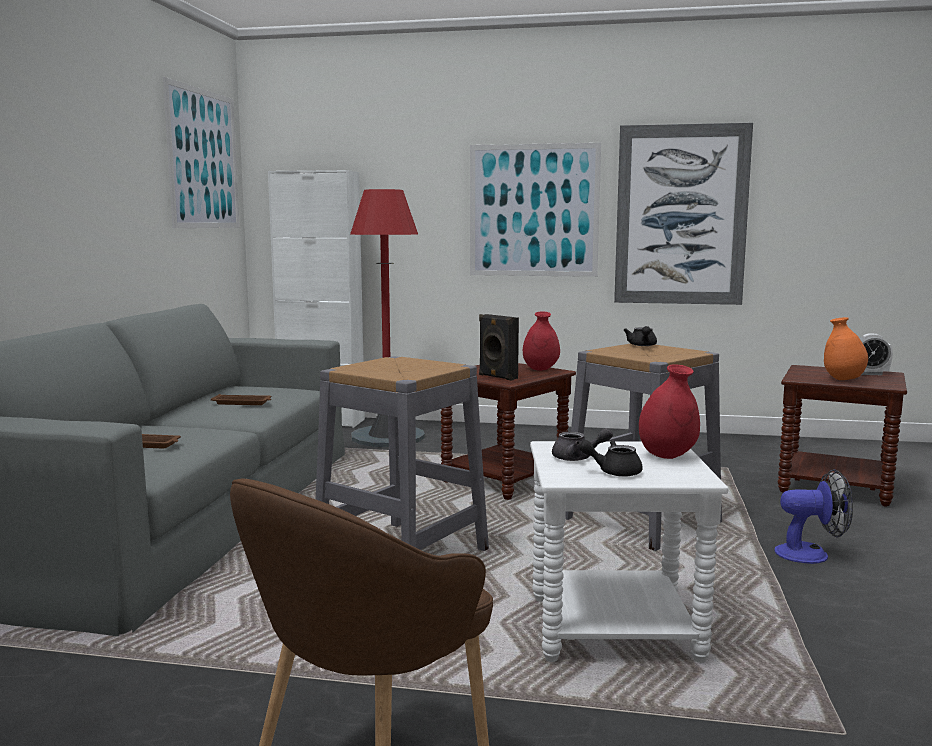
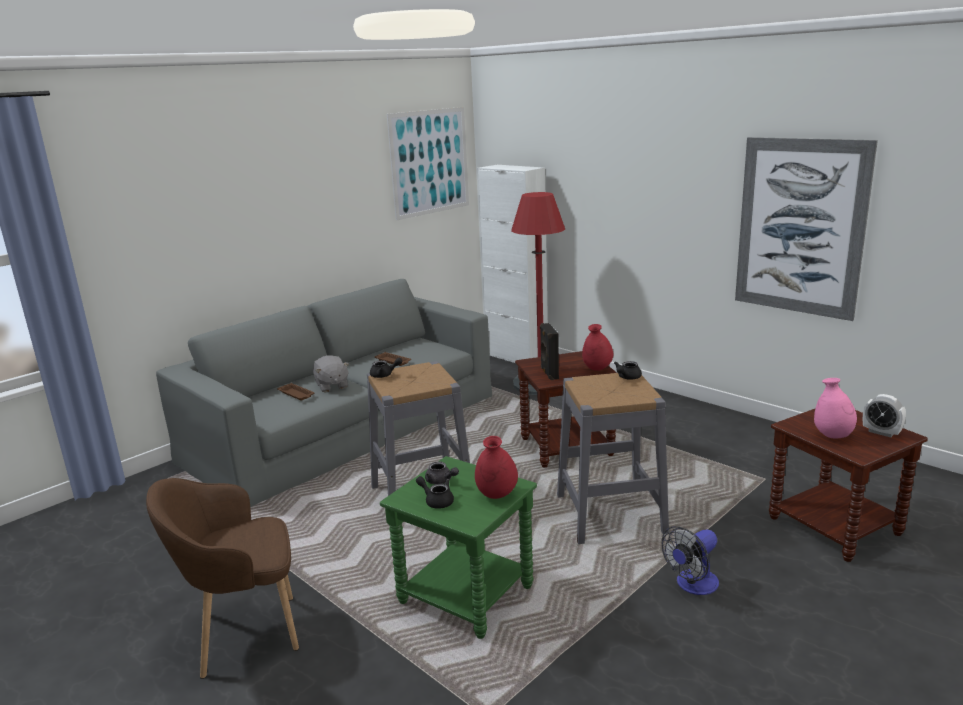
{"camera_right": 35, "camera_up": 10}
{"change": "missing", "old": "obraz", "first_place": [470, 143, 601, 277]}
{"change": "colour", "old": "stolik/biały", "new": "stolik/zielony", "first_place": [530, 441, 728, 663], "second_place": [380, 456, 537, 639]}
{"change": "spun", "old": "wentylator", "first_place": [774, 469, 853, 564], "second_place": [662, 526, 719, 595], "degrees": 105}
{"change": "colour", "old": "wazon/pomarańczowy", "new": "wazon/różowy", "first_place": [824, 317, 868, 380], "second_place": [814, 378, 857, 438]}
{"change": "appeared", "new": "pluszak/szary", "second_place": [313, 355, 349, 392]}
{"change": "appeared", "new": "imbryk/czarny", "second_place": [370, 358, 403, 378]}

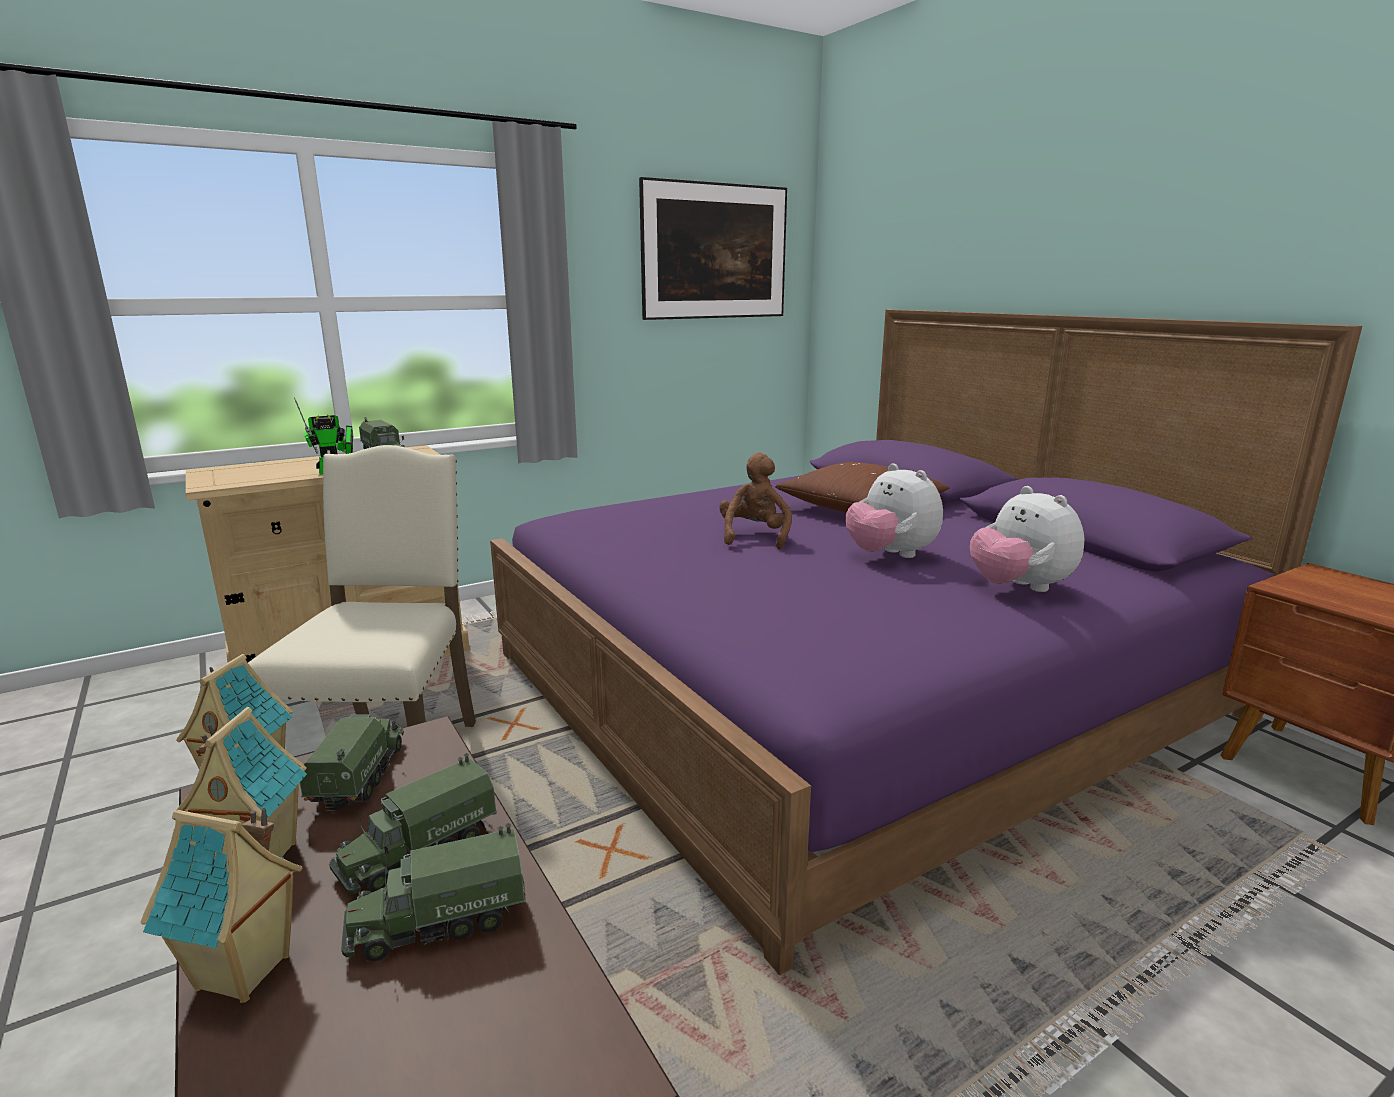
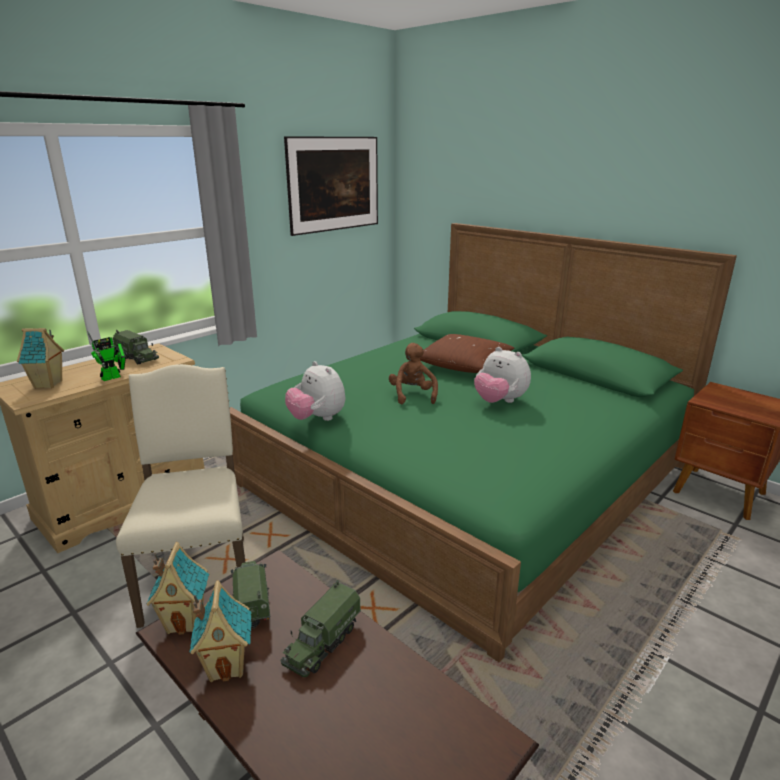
{"camera_right": -15, "camera_up": 5}
{"change": "relocated", "old": "domek", "first_place": [140, 807, 302, 1003], "second_place": [17, 328, 64, 388]}
{"change": "missing", "old": "ciężarówka zabawkowa", "first_place": [341, 823, 526, 962]}
{"change": "colour", "old": "łóżko/fioletowy", "new": "łóżko/zielony", "first_place": [490, 309, 1362, 975], "second_place": [230, 223, 737, 662]}
{"change": "relocated", "old": "pluszak", "first_place": [970, 486, 1085, 592], "second_place": [285, 361, 345, 421]}

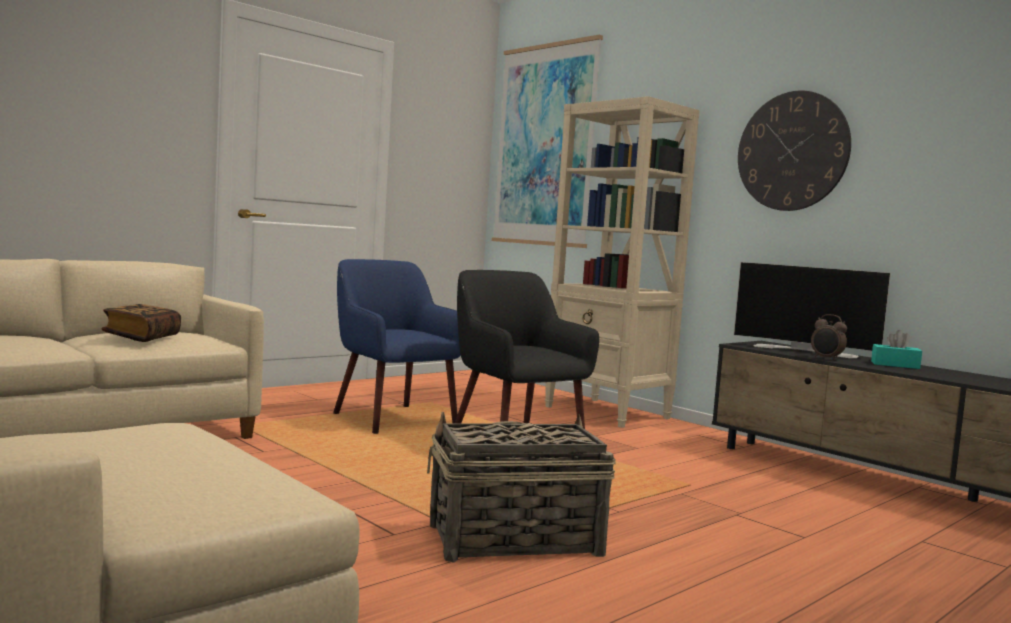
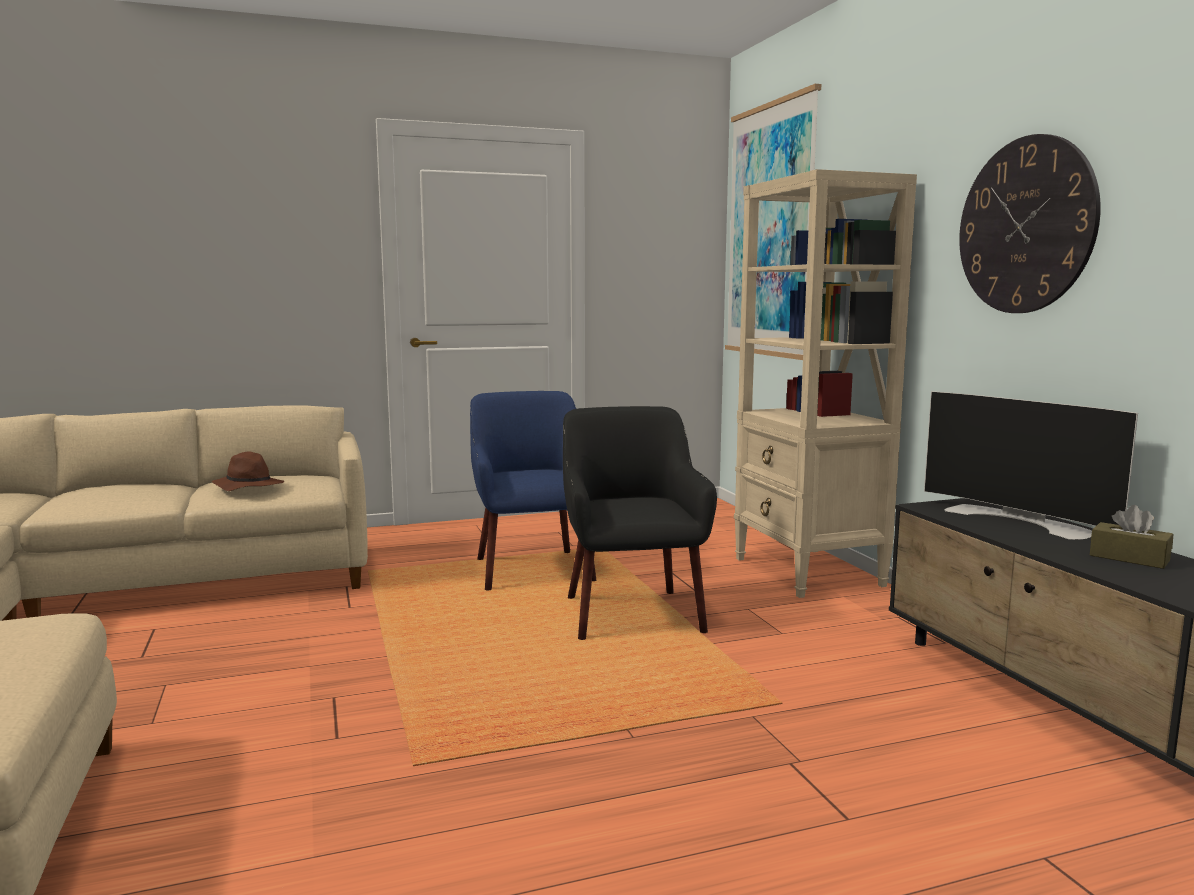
{"camera_right": 25, "camera_up": 5}
{"change": "exchanged", "old": "książka", "new": "kapelusz/brązowy", "first_place": [102, 304, 181, 342], "second_place": [212, 452, 284, 491]}
{"change": "missing", "old": "koszyk", "first_place": [427, 412, 616, 563]}
{"change": "missing", "old": "budzik", "first_place": [811, 314, 847, 361]}
{"change": "colour", "old": "pudełko chusteczek/turkusowy", "new": "pudełko chusteczek/brązowy", "first_place": [871, 330, 922, 369], "second_place": [1090, 505, 1173, 569]}

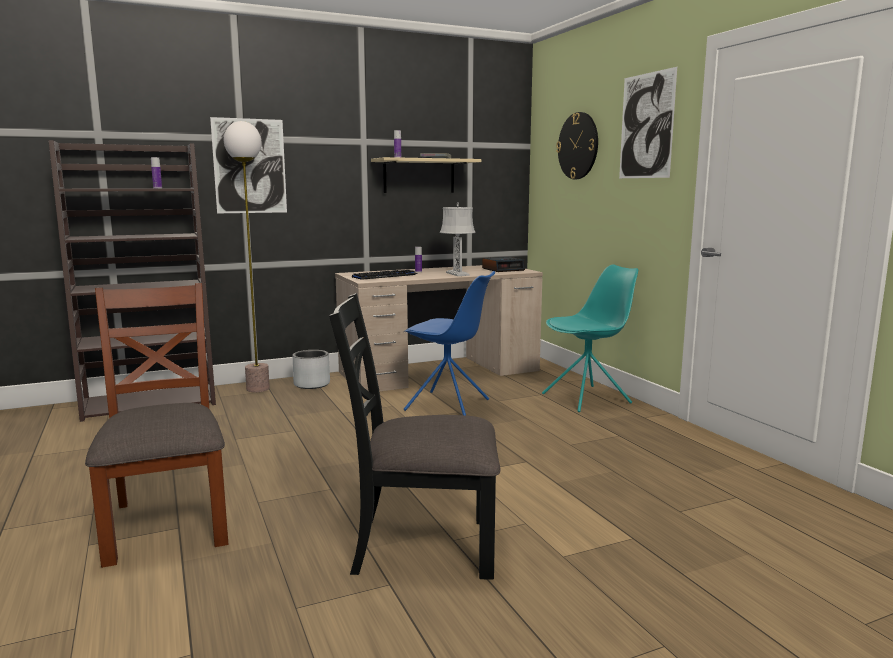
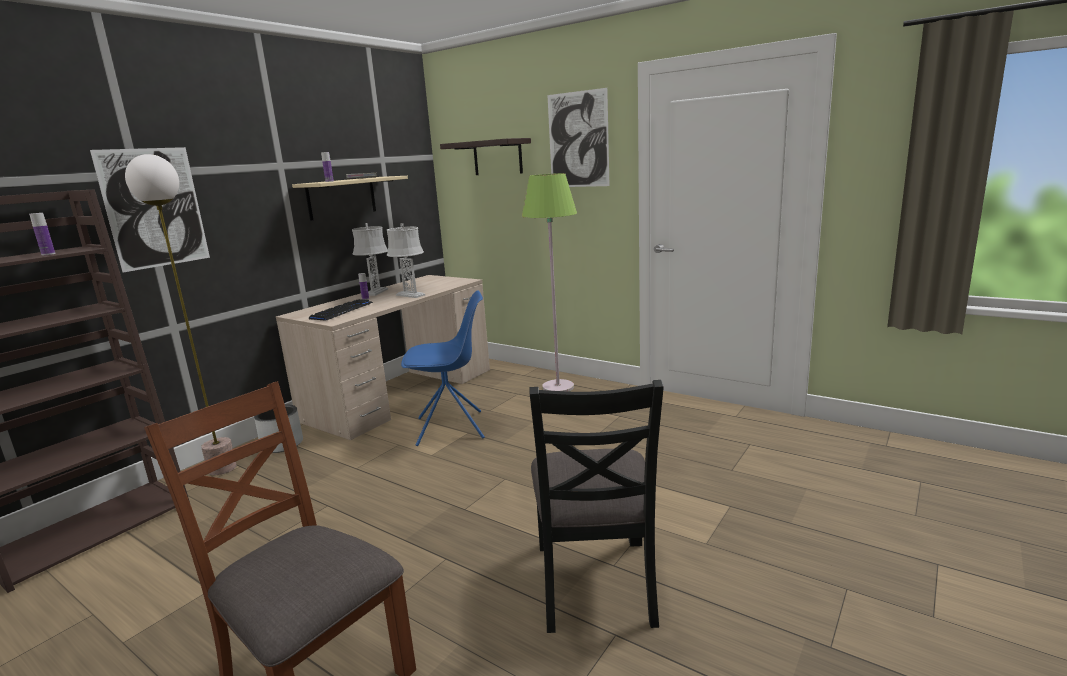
{"camera_right": -30, "camera_up": 5}
{"change": "spun", "old": "krzesło/czarny", "first_place": [329, 293, 500, 579], "second_place": [529, 380, 664, 633], "degrees": -60}
{"change": "missing", "old": "budzik", "first_place": [482, 257, 525, 272]}
{"change": "exchanged", "old": "krzesło/turkusowy", "new": "lampa stojąca/zielony", "first_place": [542, 264, 638, 412], "second_place": [522, 173, 577, 392]}
{"change": "exchanged", "old": "zegar ścienny", "new": "półka", "first_place": [556, 112, 598, 179], "second_place": [440, 138, 531, 175]}
{"change": "appeared", "new": "lampa stołowa/szary", "second_place": [352, 223, 388, 296]}

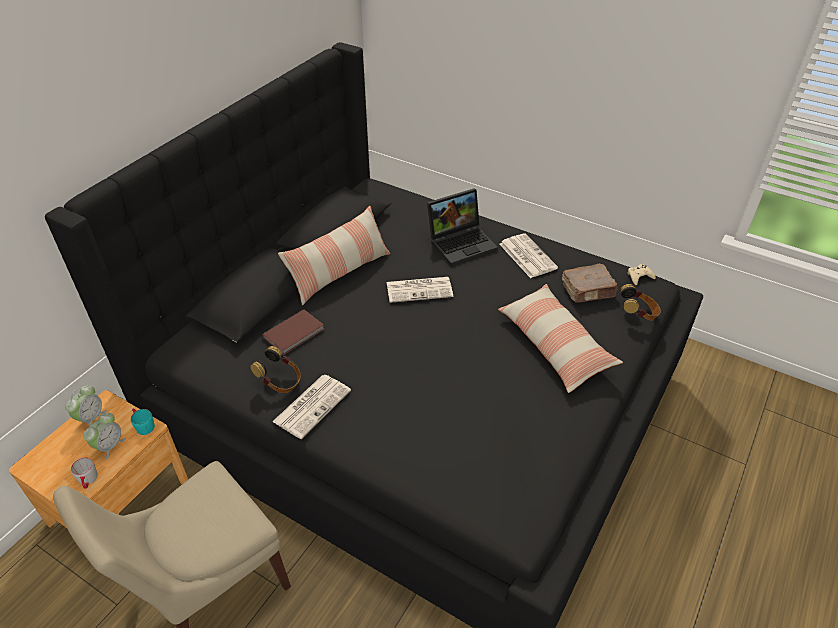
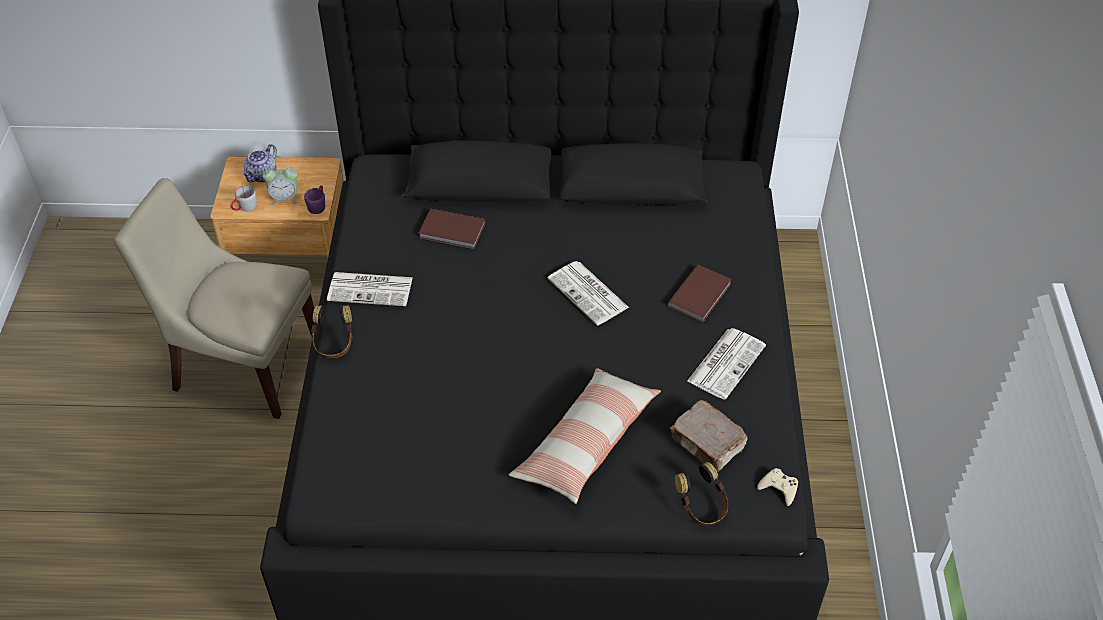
{"camera_right": 60, "camera_up": 5}
{"change": "missing", "old": "budzik", "first_place": [65, 385, 107, 428]}
{"change": "colour", "old": "kubek/turkusowy", "new": "kubek/fioletowy", "first_place": [131, 409, 155, 435], "second_place": [304, 185, 325, 214]}
{"change": "relocated", "old": "słuchawki", "first_place": [250, 346, 301, 393], "second_place": [311, 305, 353, 358]}
{"change": "missing", "old": "poduszka", "first_place": [278, 206, 390, 305]}
{"change": "exchanged", "old": "laptop", "new": "książka/brązowy", "first_place": [427, 188, 498, 266], "second_place": [668, 265, 732, 322]}
{"change": "appeared", "new": "imbryk", "second_place": [241, 144, 277, 182]}

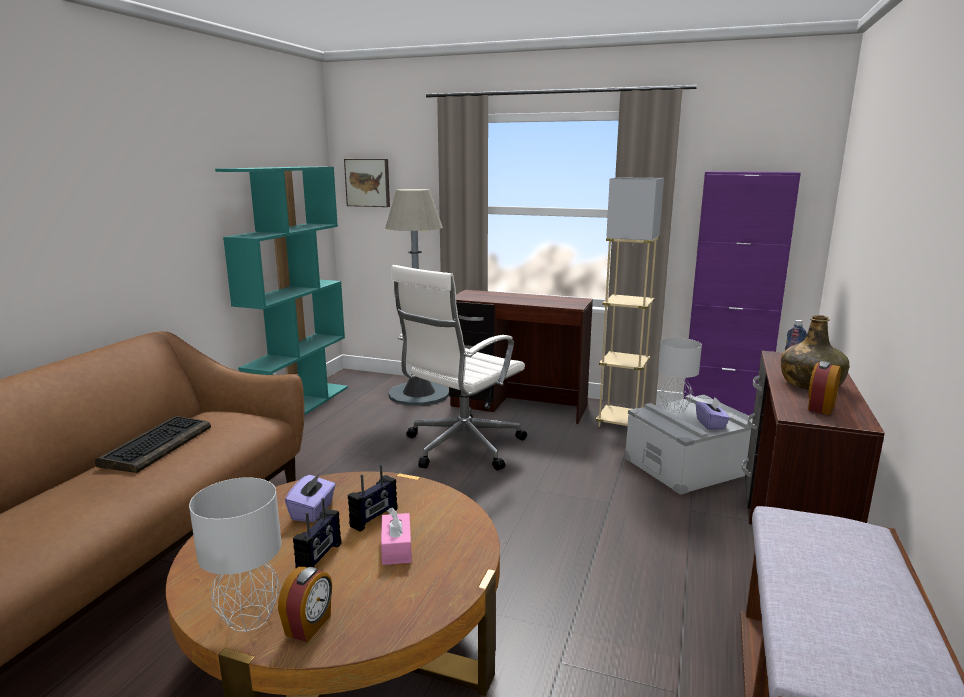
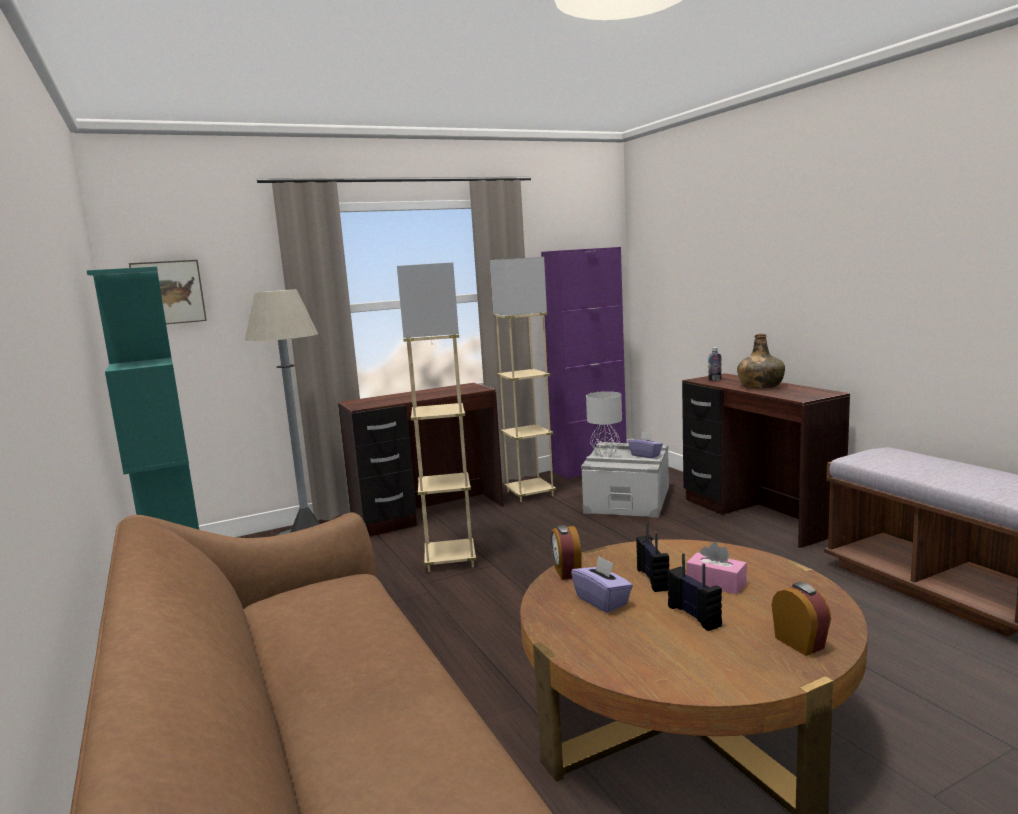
{"camera_right": -45, "camera_up": -5}
{"change": "missing", "old": "klawiatura", "first_place": [95, 416, 211, 473]}
{"change": "missing", "old": "lampa stołowa/szary", "first_place": [189, 477, 281, 632]}
{"change": "exchanged", "old": "krzesło biurowe/biały", "new": "lampa stojąca/beżowy", "first_place": [391, 265, 527, 471], "second_place": [397, 262, 476, 572]}
{"change": "relocated", "old": "budzik", "first_place": [808, 361, 841, 415], "second_place": [551, 525, 581, 580]}

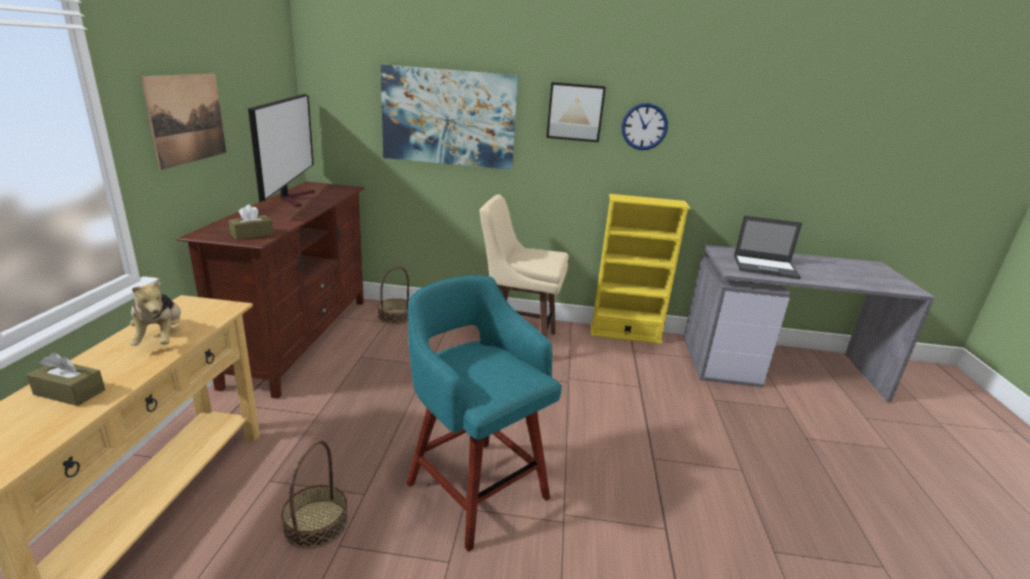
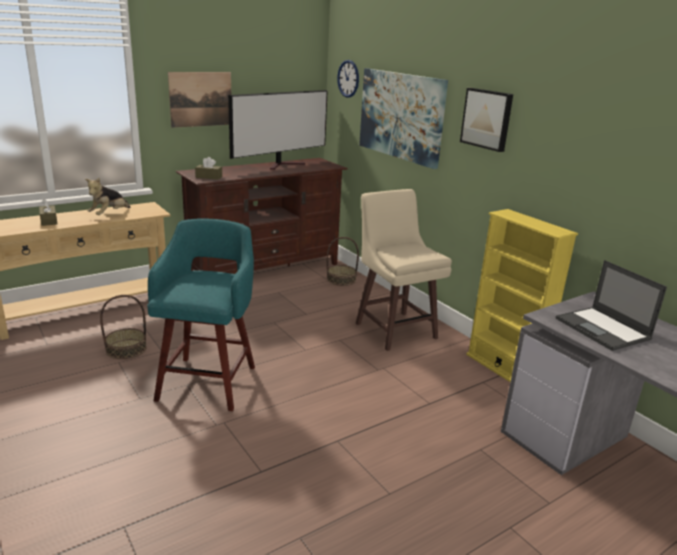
{"camera_right": 50, "camera_up": 0}
{"change": "relocated", "old": "zegar ścienny", "first_place": [622, 103, 668, 150], "second_place": [337, 60, 359, 98]}

